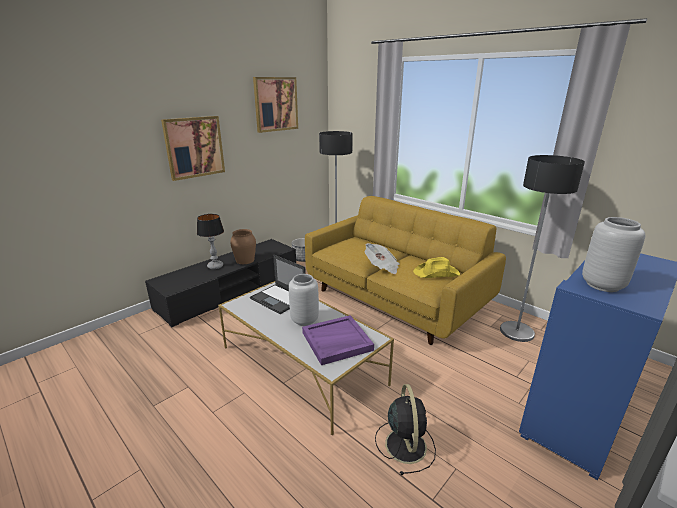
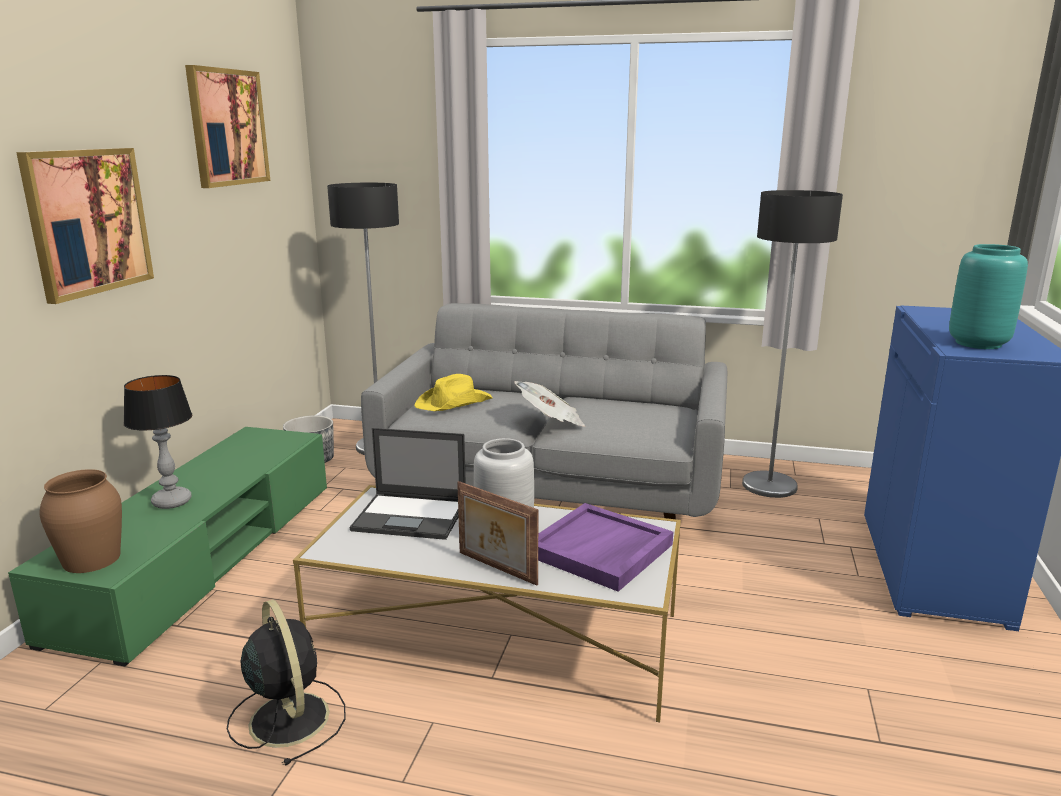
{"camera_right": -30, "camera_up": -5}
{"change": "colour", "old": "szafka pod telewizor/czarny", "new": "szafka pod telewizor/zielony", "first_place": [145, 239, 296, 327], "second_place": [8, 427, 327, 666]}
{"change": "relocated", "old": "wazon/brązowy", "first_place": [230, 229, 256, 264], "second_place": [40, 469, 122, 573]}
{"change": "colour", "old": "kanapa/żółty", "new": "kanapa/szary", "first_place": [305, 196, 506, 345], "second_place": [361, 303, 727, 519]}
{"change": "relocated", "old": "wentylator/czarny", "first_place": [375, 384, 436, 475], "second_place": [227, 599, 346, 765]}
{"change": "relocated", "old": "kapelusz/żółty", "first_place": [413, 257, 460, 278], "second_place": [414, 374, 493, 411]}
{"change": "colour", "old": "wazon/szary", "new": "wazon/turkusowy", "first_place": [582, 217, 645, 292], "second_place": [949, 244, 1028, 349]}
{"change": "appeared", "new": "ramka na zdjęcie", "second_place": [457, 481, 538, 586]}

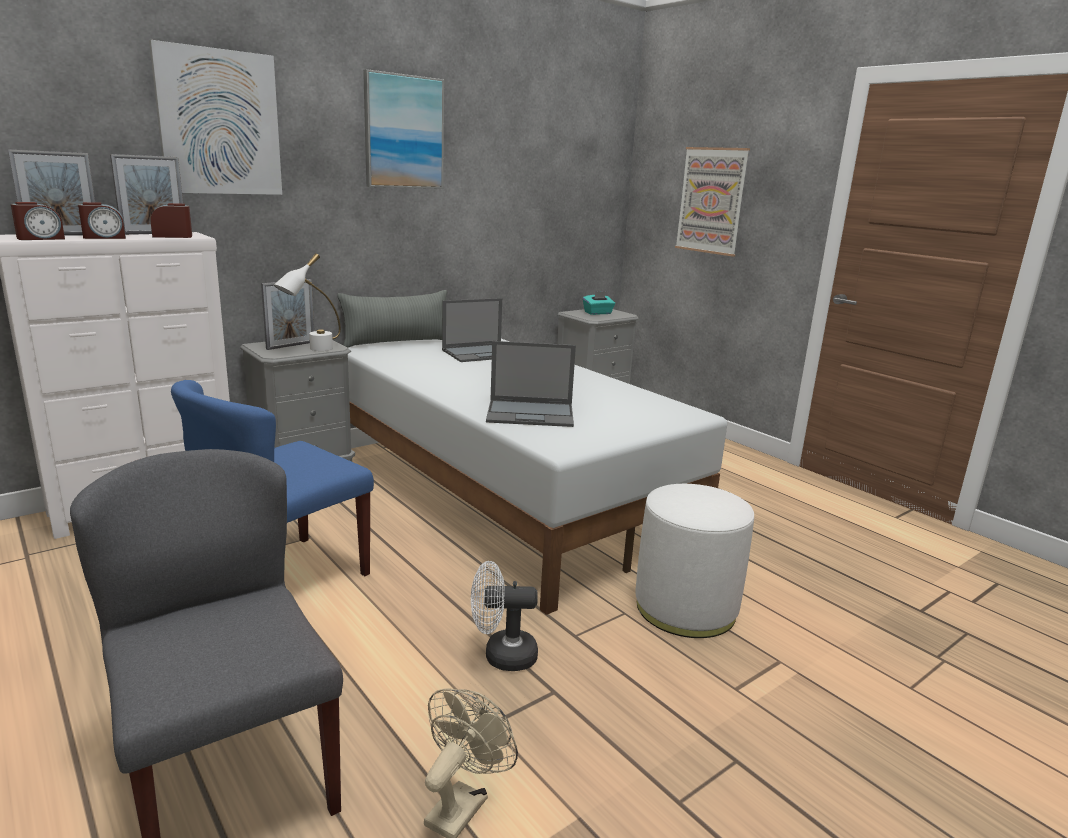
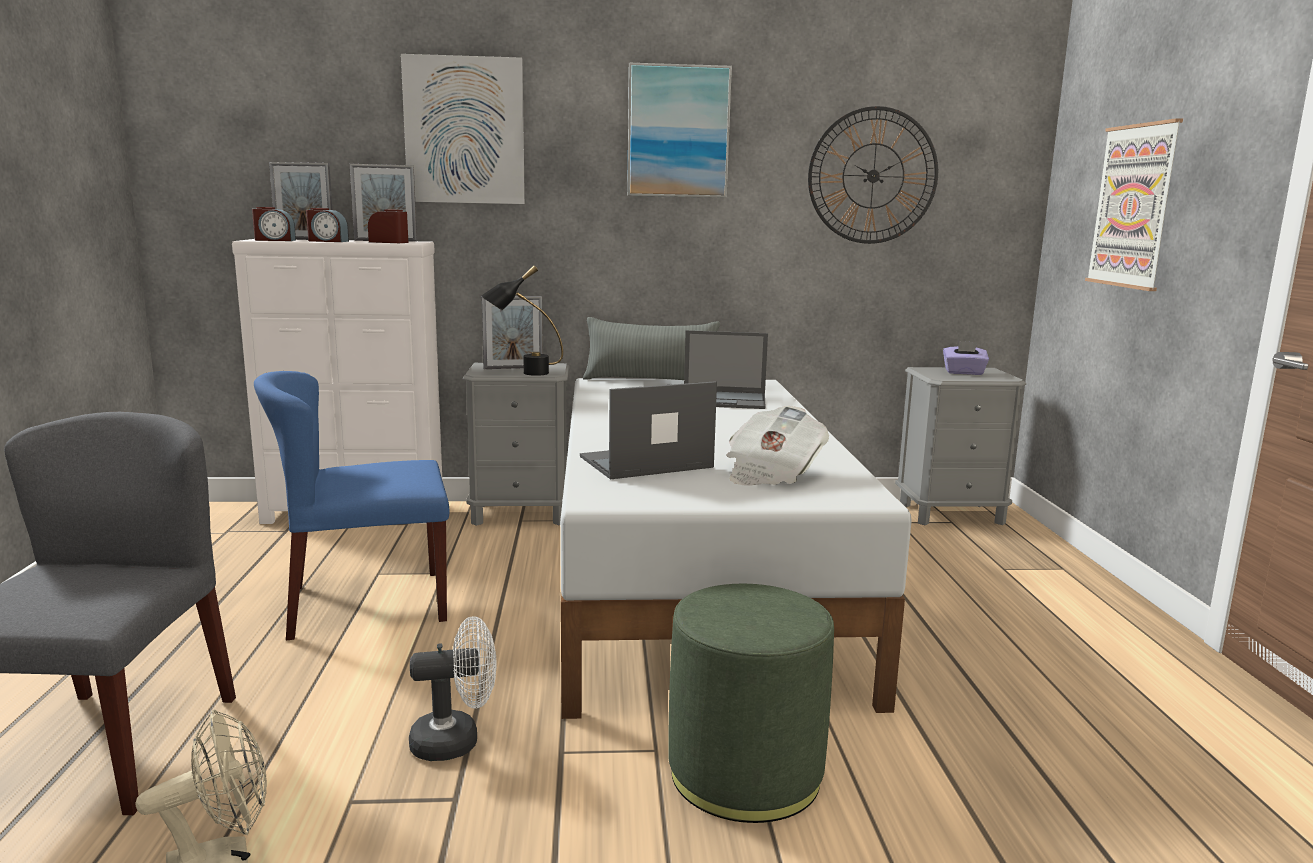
{"camera_right": 35, "camera_up": -5}
{"change": "colour", "old": "lampa stołowa/biały", "new": "lampa stołowa/czarny", "first_place": [274, 253, 341, 351], "second_place": [481, 266, 563, 376]}
{"change": "spun", "old": "wentylator/biały", "first_place": [471, 561, 538, 671], "second_place": [409, 616, 496, 761], "degrees": 135}
{"change": "spun", "old": "laptop", "first_place": [486, 341, 576, 427], "second_place": [580, 381, 717, 479], "degrees": 120}
{"change": "colour", "old": "pudełko chusteczek/turkusowy", "new": "pudełko chusteczek/fioletowy", "first_place": [583, 291, 615, 315], "second_place": [943, 341, 989, 375]}
{"change": "colour", "old": "pufa/biały", "new": "pufa/zielony", "first_place": [635, 484, 754, 638], "second_place": [668, 584, 834, 823]}
{"change": "appeared", "new": "gazeta", "second_place": [727, 406, 829, 486]}
{"change": "appeared", "new": "zegar ścienny", "second_place": [808, 106, 938, 244]}

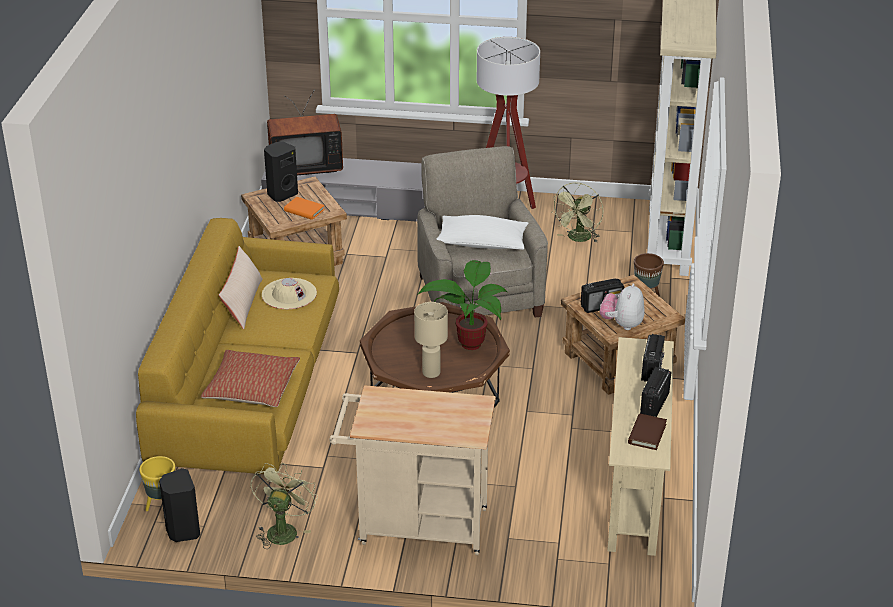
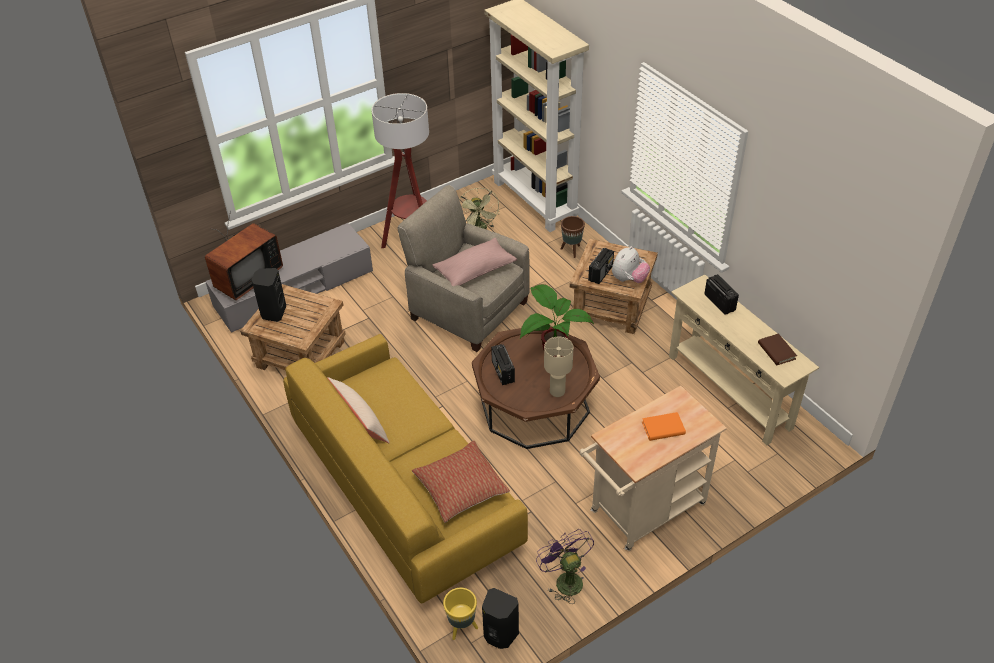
{"camera_right": -40, "camera_up": 10}
{"change": "colour", "old": "wentylator/zielony", "new": "wentylator/fioletowy", "first_place": [250, 463, 318, 549], "second_place": [536, 529, 594, 604]}
{"change": "missing", "old": "kapelusz/beżowy", "first_place": [262, 278, 317, 309]}
{"change": "relocated", "old": "książka/pomarańczowy", "first_place": [284, 197, 325, 220], "second_place": [642, 412, 686, 441]}
{"change": "colour", "old": "poduszka/biały", "new": "poduszka/różowy", "first_place": [437, 215, 528, 250], "second_place": [433, 238, 517, 286]}
{"change": "spun", "old": "pluszak", "first_place": [600, 284, 645, 330], "second_place": [612, 246, 650, 283], "degrees": -120}
{"change": "relocated", "old": "radio", "first_place": [640, 367, 671, 417], "second_place": [491, 344, 515, 385]}

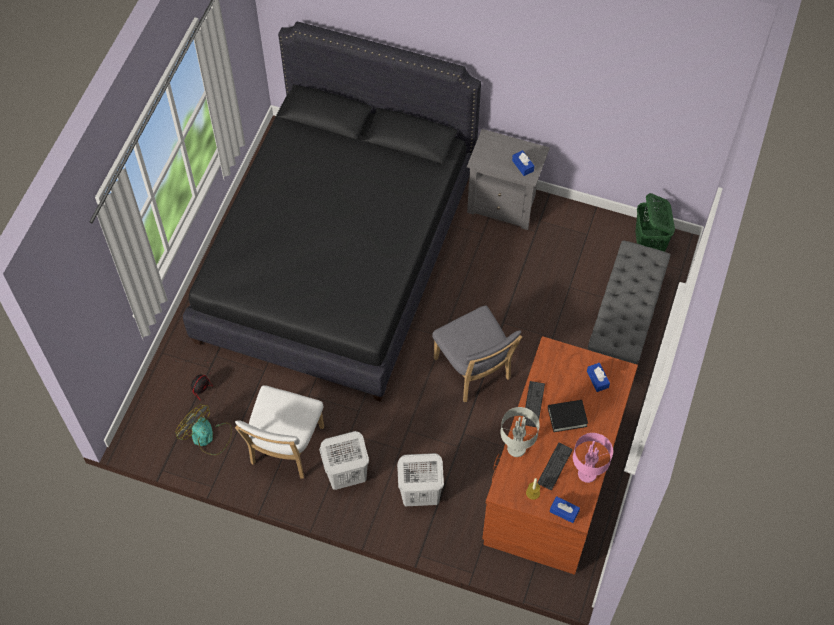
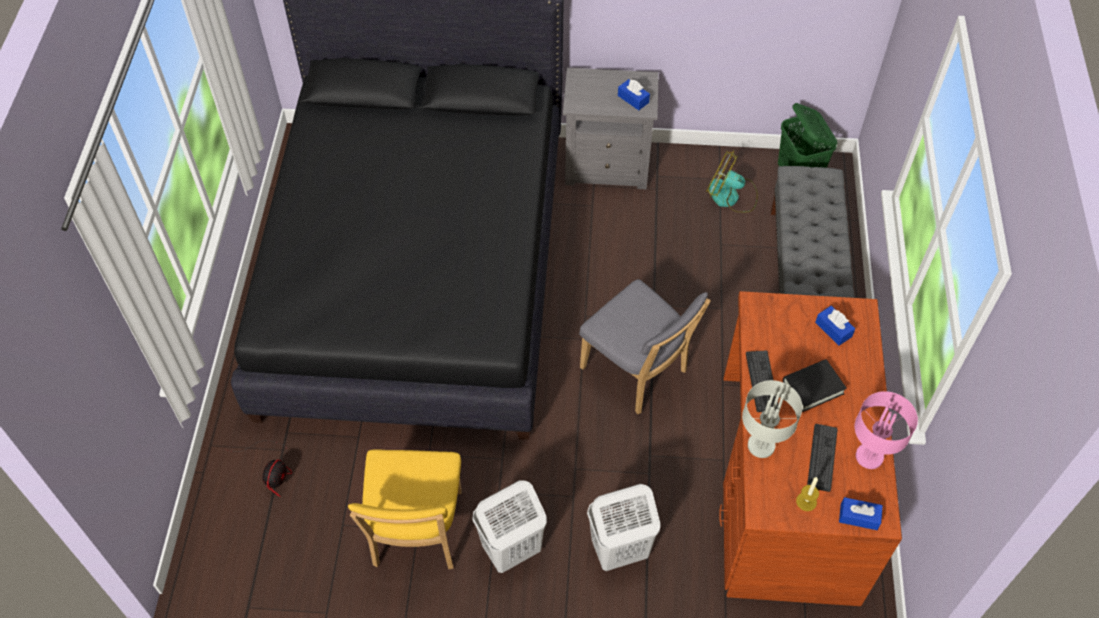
{"camera_right": -15, "camera_up": -5}
{"change": "relocated", "old": "wentylator", "first_place": [175, 404, 232, 455], "second_place": [706, 150, 758, 213]}
{"change": "colour", "old": "krzesło/biały", "new": "krzesło/żółty", "first_place": [235, 385, 324, 479], "second_place": [348, 449, 462, 569]}

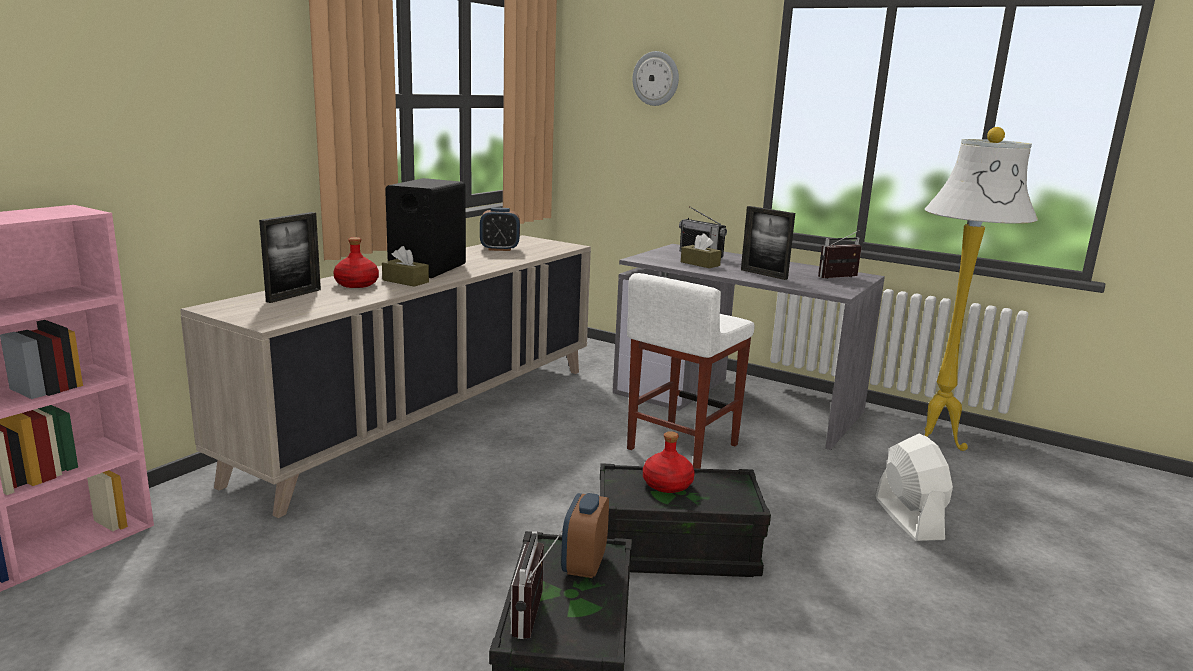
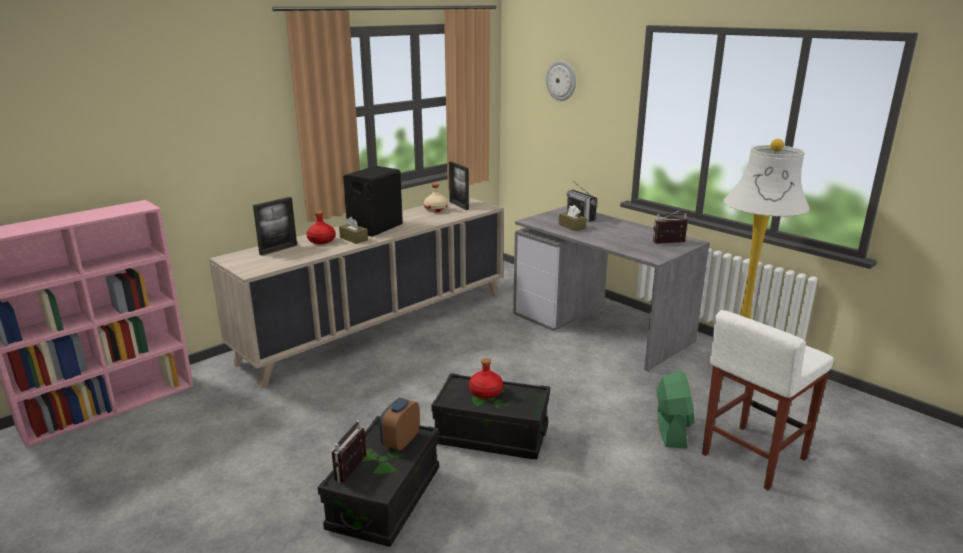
{"camera_right": 15, "camera_up": 5}
{"change": "exchanged", "old": "budzik", "new": "butelka/beżowy", "first_place": [480, 208, 520, 251], "second_place": [424, 183, 448, 212]}
{"change": "relocated", "old": "stołek/biały", "first_place": [627, 273, 754, 469], "second_place": [702, 310, 834, 490]}
{"change": "relocated", "old": "ramka na zdjęcie", "first_place": [741, 206, 795, 280], "second_place": [449, 162, 469, 210]}
{"change": "colour", "old": "wentylator/biały", "new": "wentylator/zielony", "first_place": [875, 434, 953, 541], "second_place": [657, 371, 694, 448]}

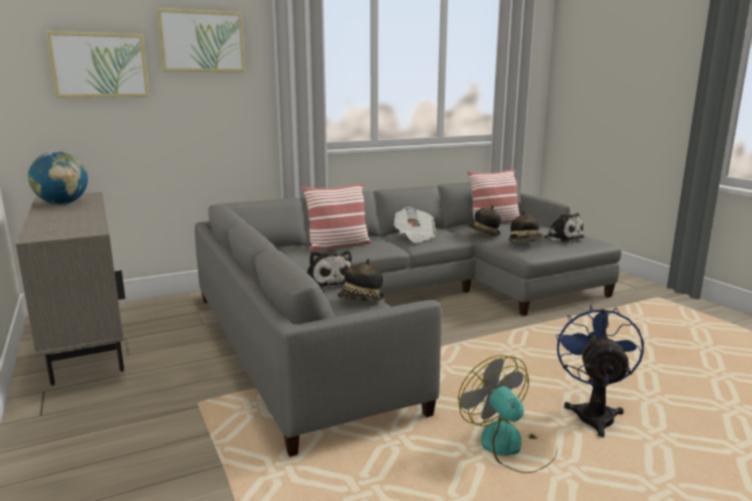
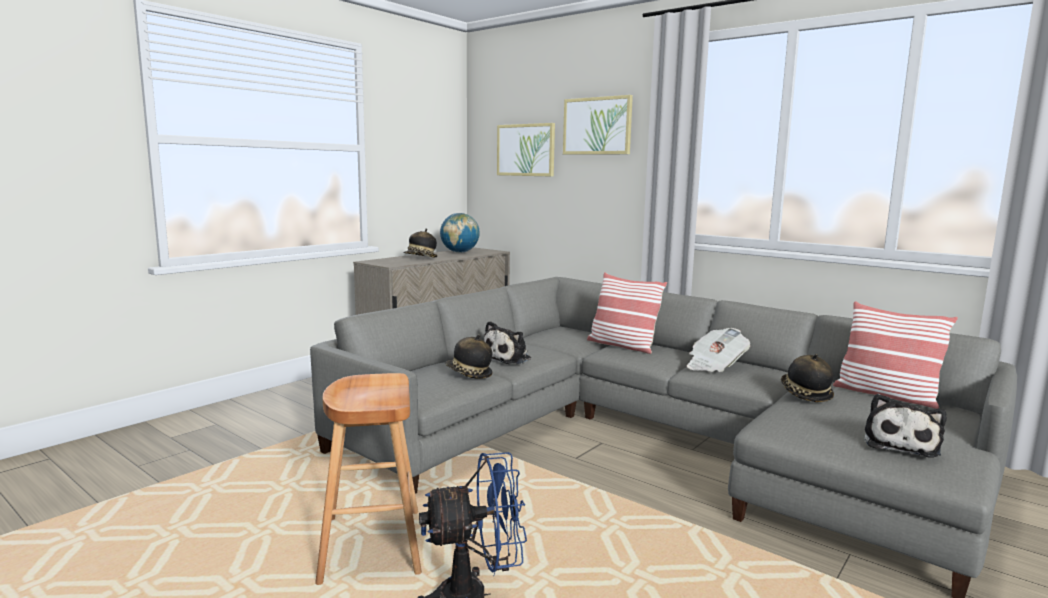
{"camera_right": 65, "camera_up": -5}
{"change": "exchanged", "old": "wentylator", "new": "stołek/brązowy", "first_place": [458, 355, 557, 473], "second_place": [315, 373, 422, 585]}
{"change": "relocated", "old": "kapelusz", "first_place": [508, 211, 543, 242], "second_place": [403, 228, 437, 258]}

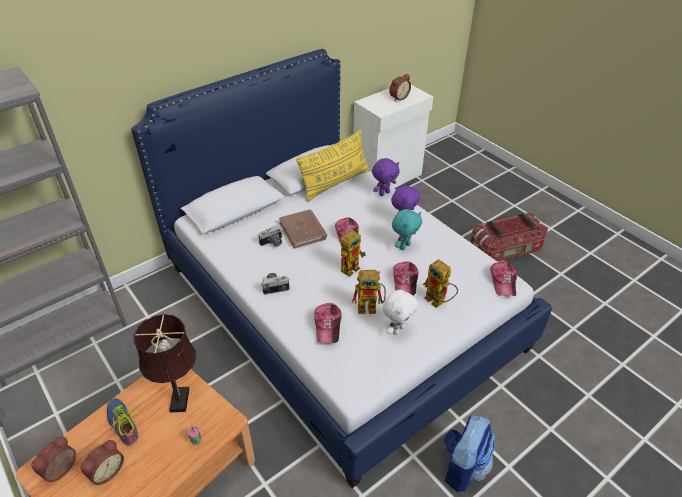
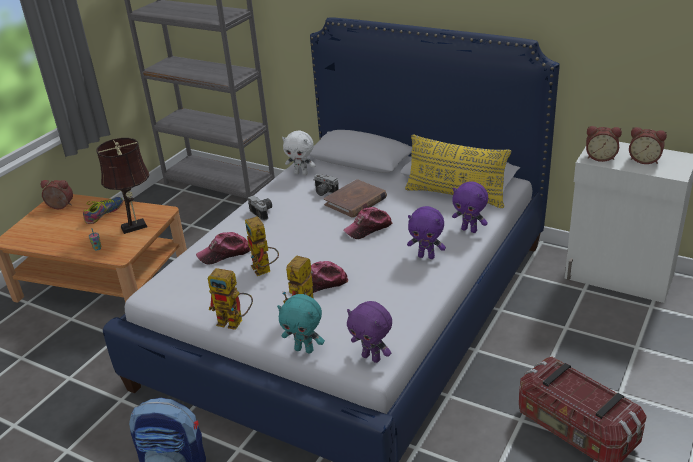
{"camera_right": 70, "camera_up": -10}
{"change": "relocated", "old": "budzik", "first_place": [81, 440, 124, 485], "second_place": [586, 126, 622, 162]}
{"change": "relocated", "old": "robot zabawkowy", "first_place": [341, 228, 366, 277], "second_place": [208, 268, 253, 330]}
{"change": "relocated", "old": "pluszak/biały", "first_place": [383, 290, 418, 335], "second_place": [282, 131, 316, 175]}
{"change": "relocated", "old": "pluszak/turkusowy", "first_place": [392, 209, 422, 250], "second_place": [277, 294, 325, 353]}
{"change": "exchanged", "old": "czapka z daszkiem", "new": "pluszak/fioletowy", "first_place": [490, 261, 517, 296], "second_place": [347, 301, 392, 363]}

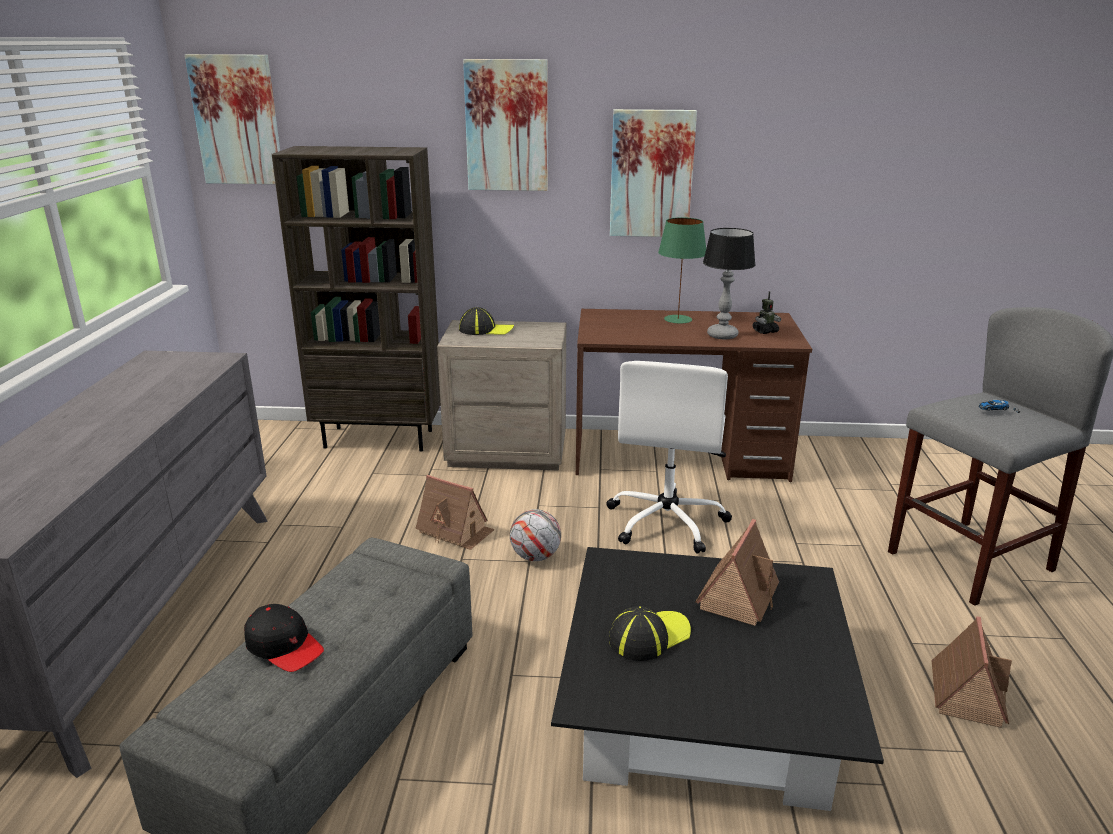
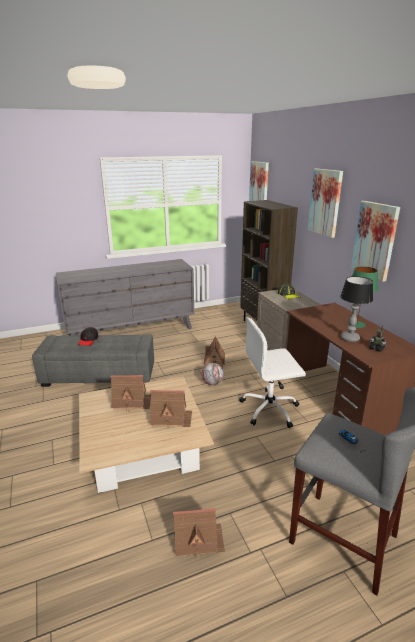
{"camera_right": 65, "camera_up": 0}
{"change": "colour", "old": "ława/czarny", "new": "ława/beżowy", "first_place": [551, 547, 884, 811], "second_place": [79, 377, 214, 493]}
{"change": "exchanged", "old": "czapka z daszkiem", "new": "domek", "first_place": [609, 606, 691, 661], "second_place": [111, 375, 151, 410]}

